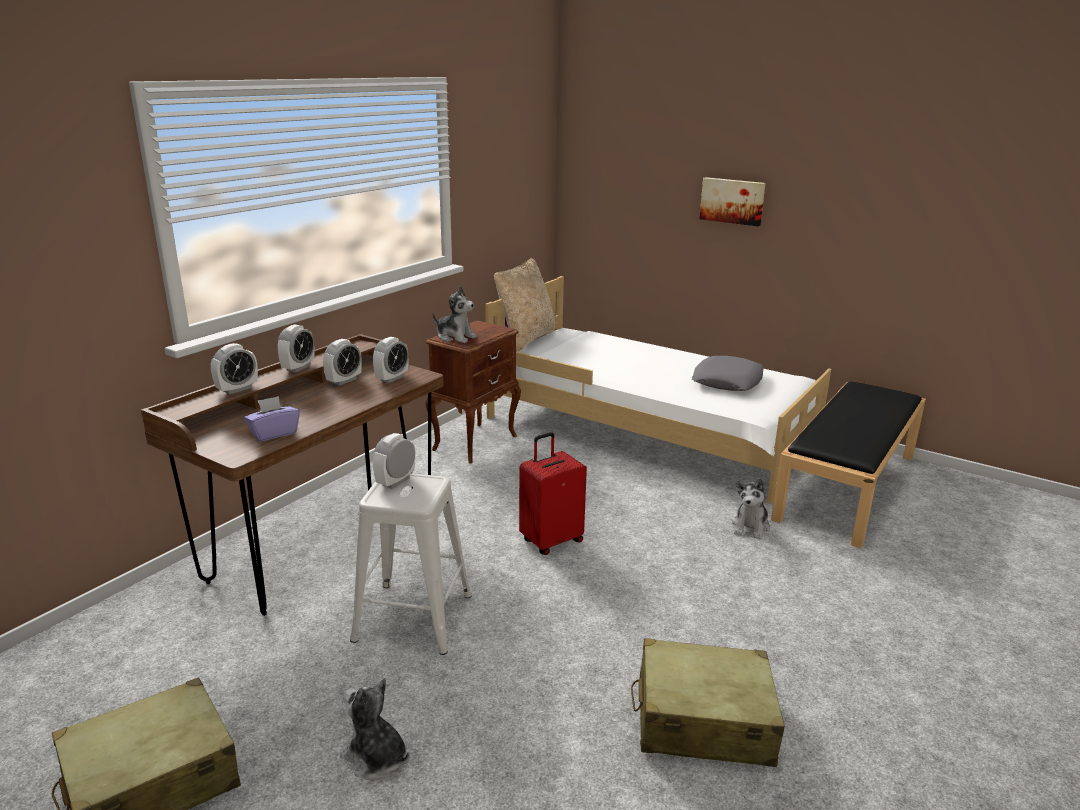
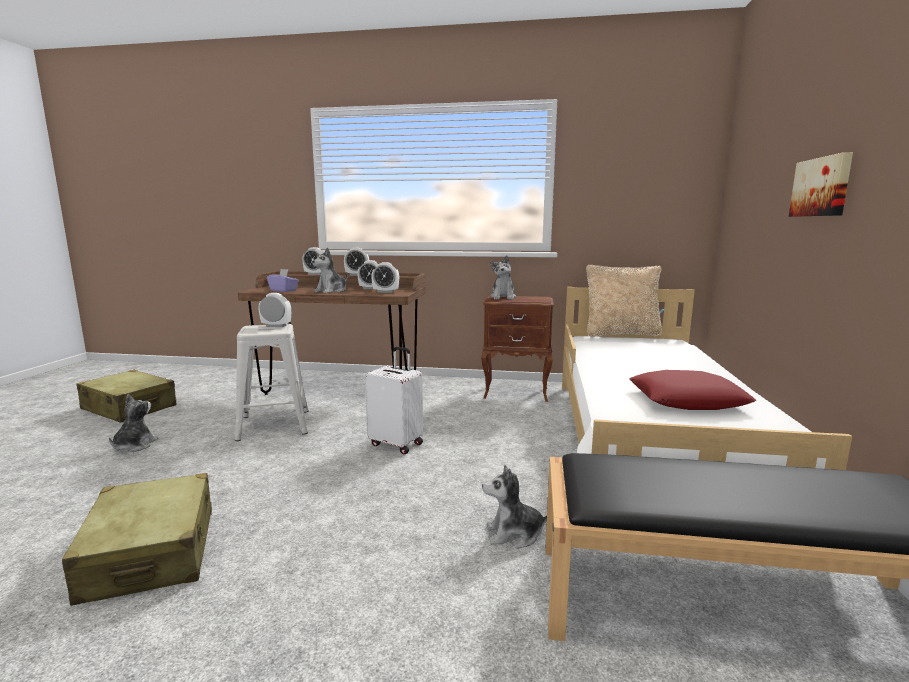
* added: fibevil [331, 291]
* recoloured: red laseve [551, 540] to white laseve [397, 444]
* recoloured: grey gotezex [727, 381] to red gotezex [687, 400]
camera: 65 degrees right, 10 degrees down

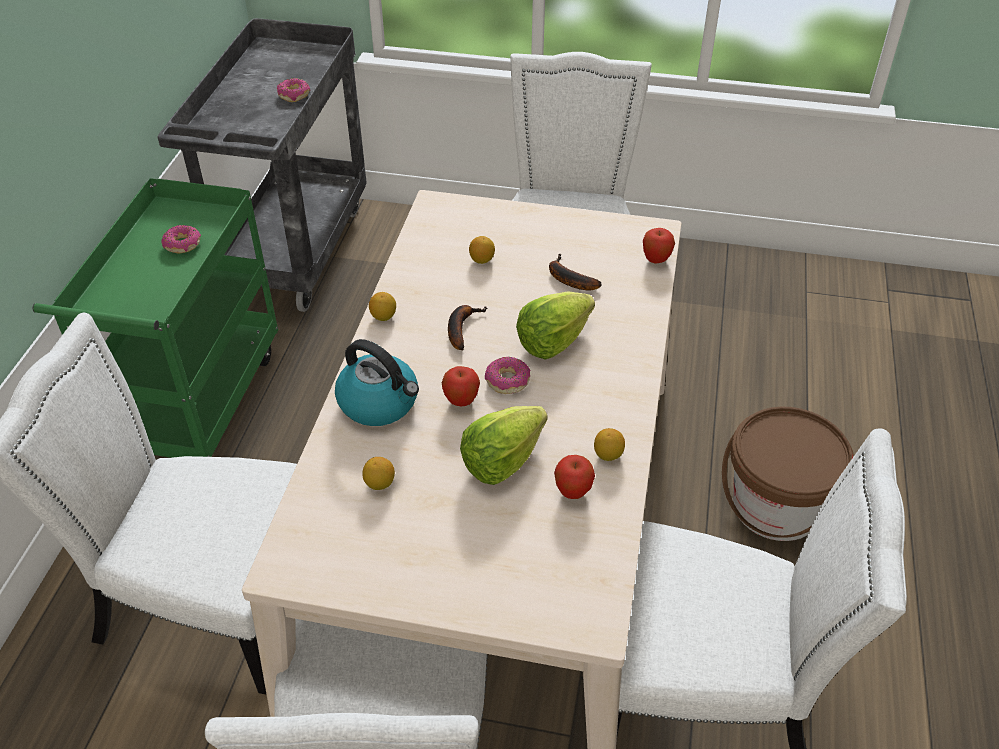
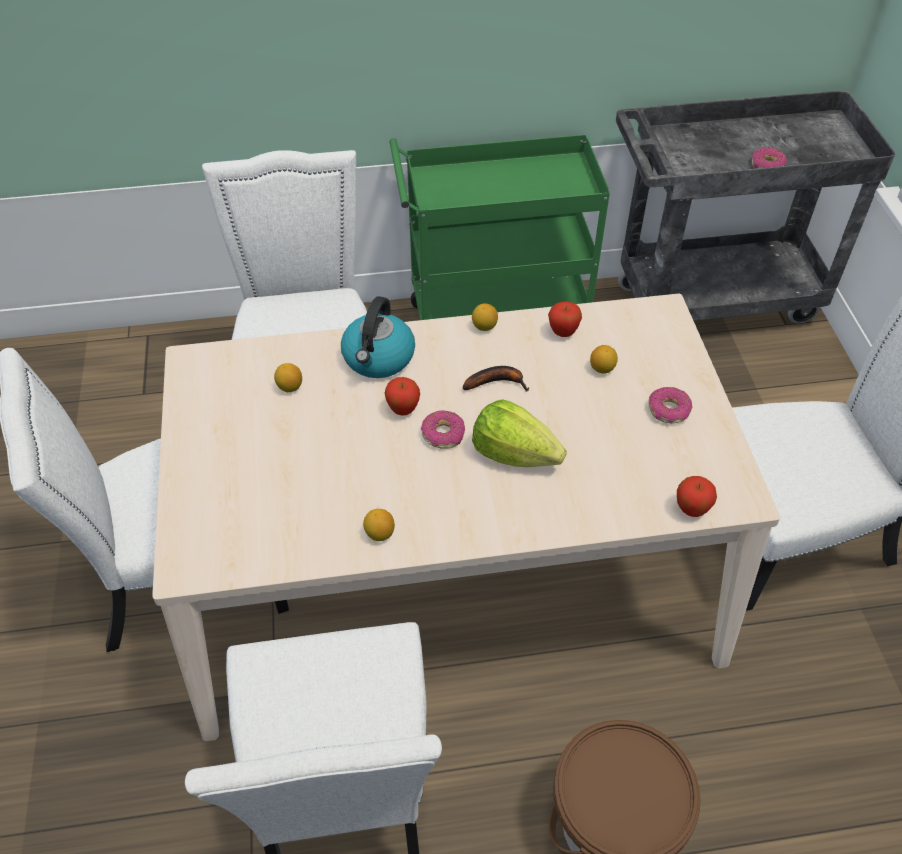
* removed: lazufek [502, 460]
* removed: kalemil [568, 279]
* moved: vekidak [183, 245] to [668, 410]
* moved: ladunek [573, 492] to [563, 333]
camera: 70 degrees right, 5 degrees up

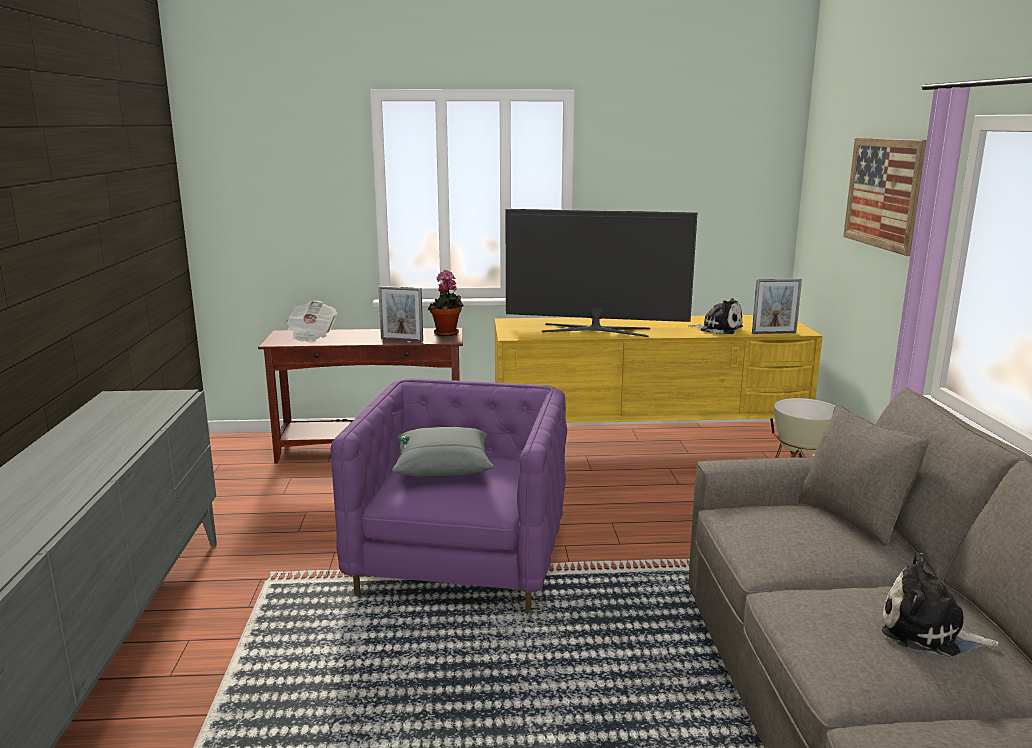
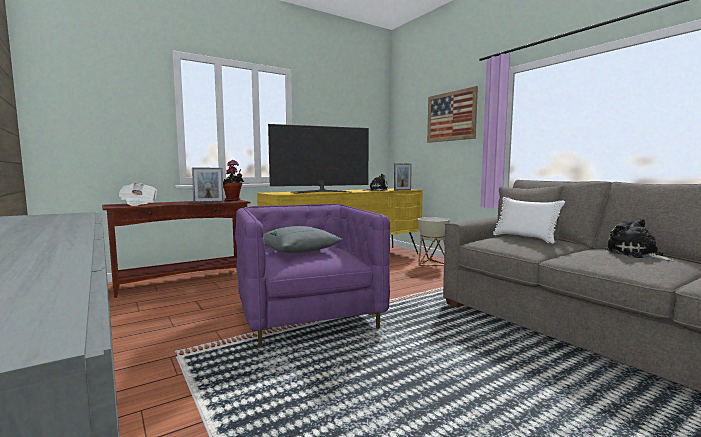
* added: white gotezex [525, 238]
* turned: fibevil [928, 632] = [636, 254] 75 degrees clockwise
camera: 30 degrees left, 10 degrees down

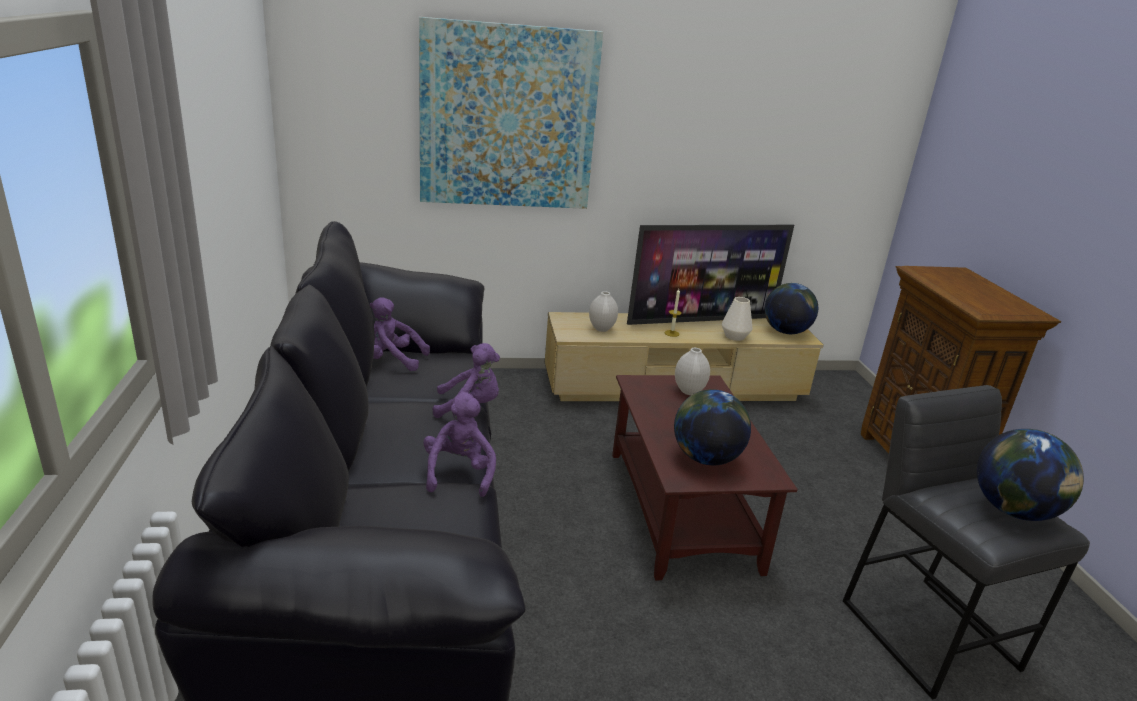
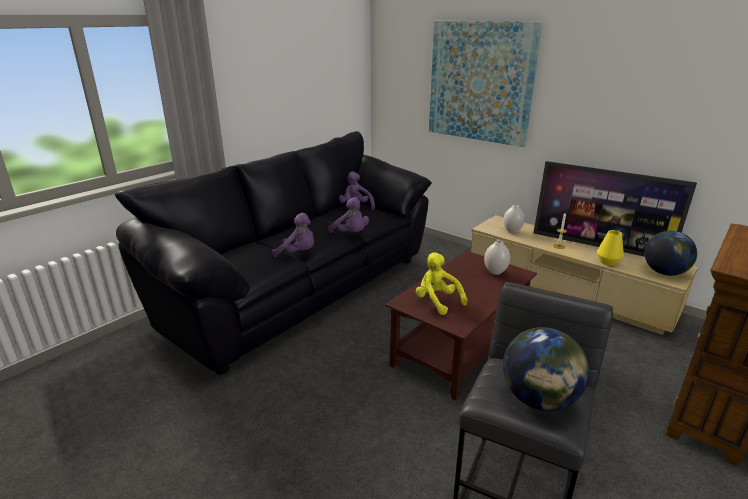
* replaced: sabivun [705, 458] to yellow fibevil [437, 301]
* recoloured: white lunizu [735, 336] to yellow lunizu [608, 262]
* turned: purple fibevil [459, 473] = [298, 253] 60 degrees clockwise
camera: 50 degrees right, 0 degrees up

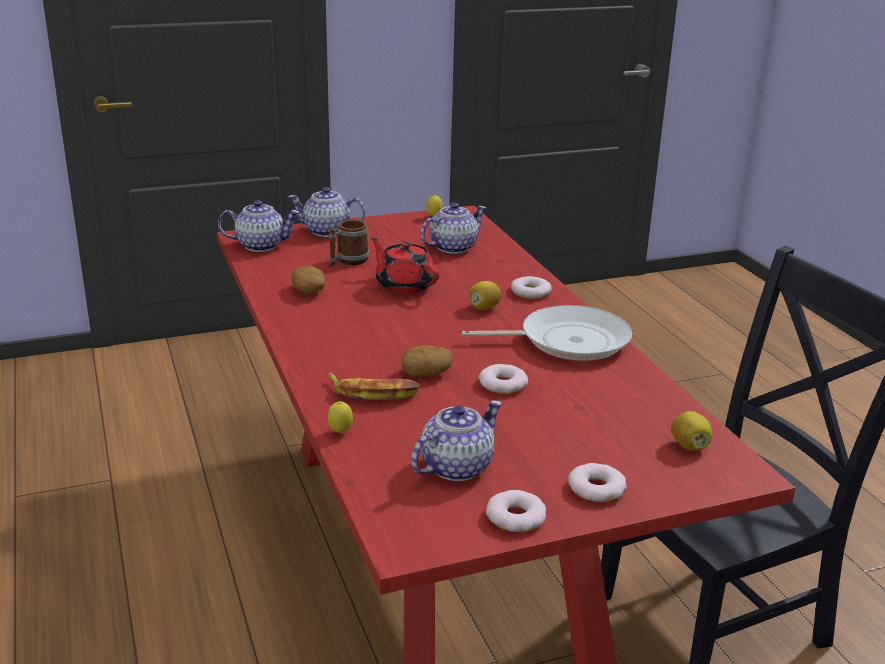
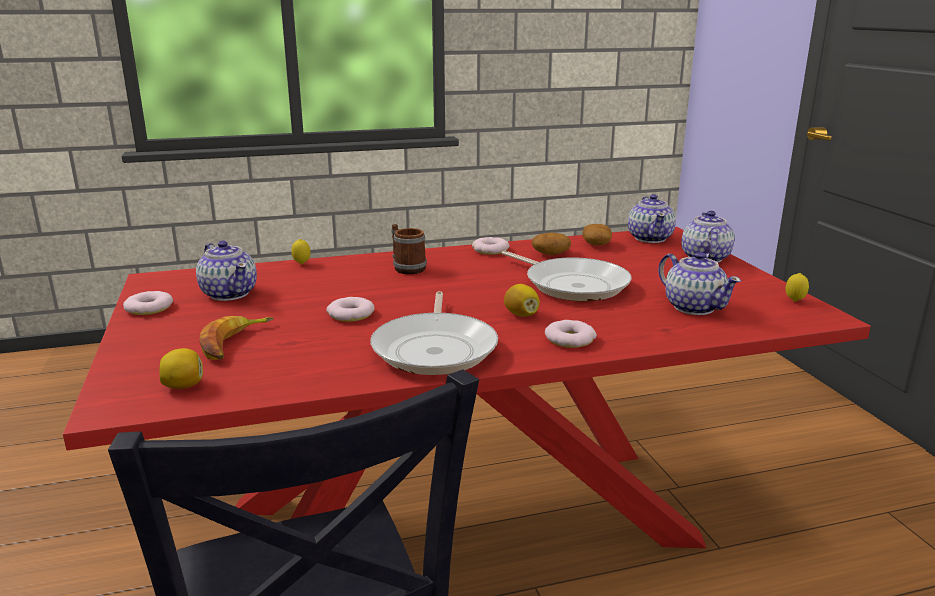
* moved: kalemil [373, 392] to [234, 343]
* moved: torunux [347, 261] to [406, 267]
* moved: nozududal [427, 373] to [596, 245]
* moved: vekidak [596, 488] to [490, 250]
* replaced: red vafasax [404, 285] to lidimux [572, 285]
camera: 95 degrees right, 5 degrees down

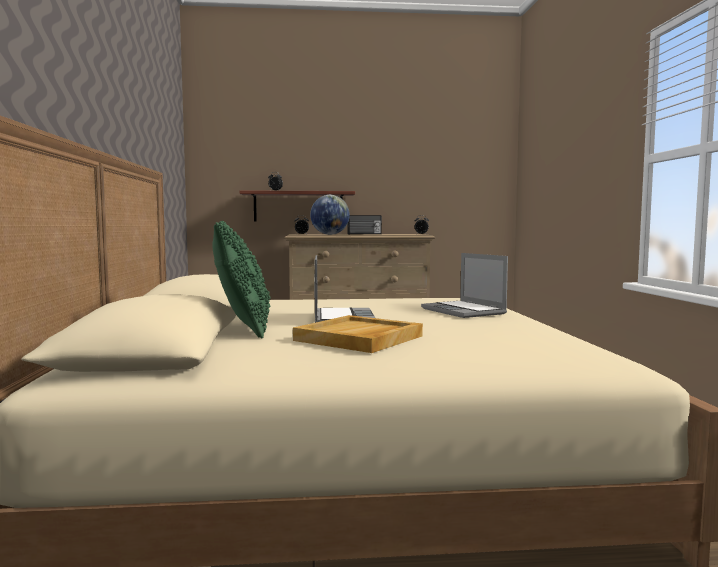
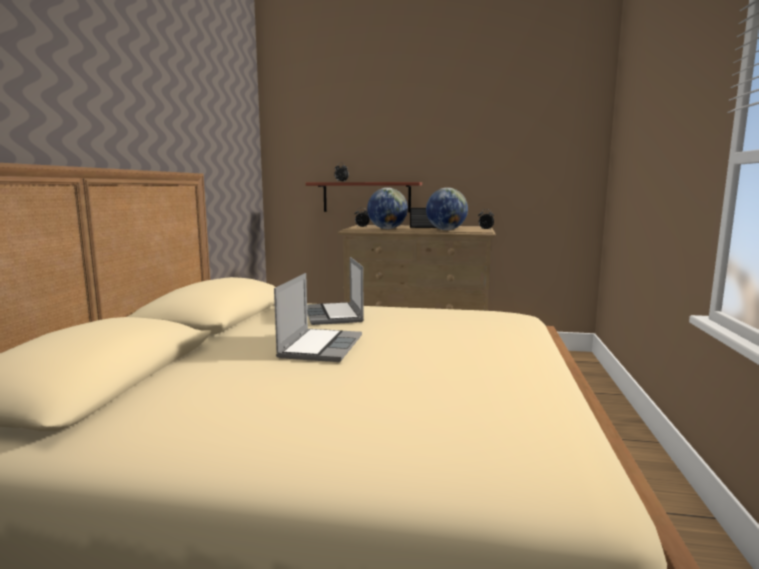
* removed: green gotezex [243, 328]
* removed: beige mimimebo [359, 338]
* added: sabivun [446, 230]
* moved: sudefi [464, 311] to [334, 315]
camera: 15 degrees right, 5 degrees up

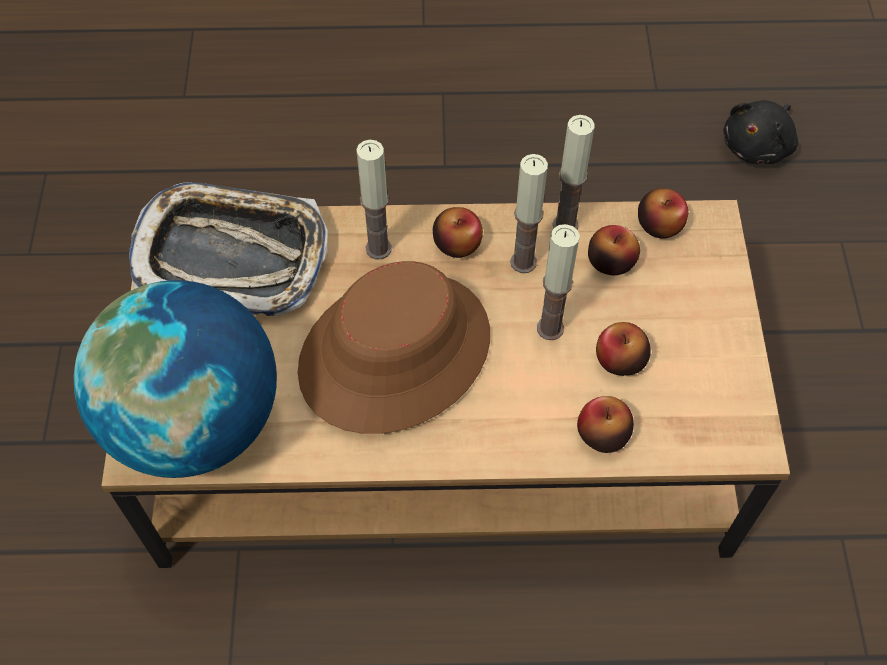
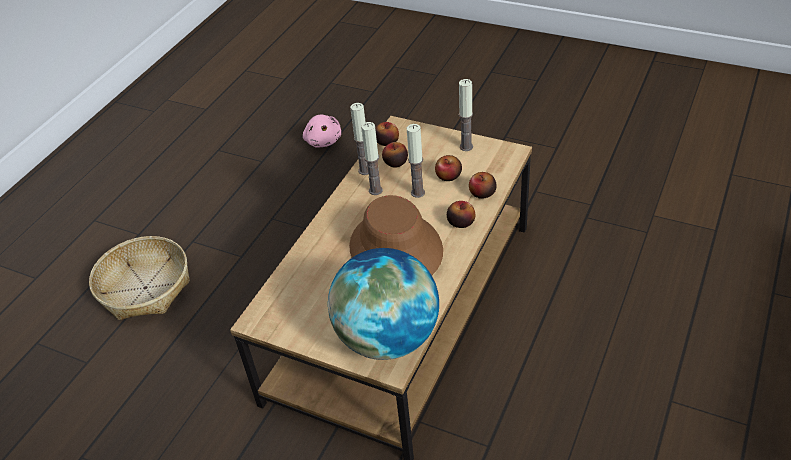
* removed: mimimebo [231, 255]
* added: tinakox [146, 288]
* moved: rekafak [378, 248] to [466, 147]
* moved: ladunek [457, 243] to [461, 222]
* recoloured: black fibevil [758, 146] to pink fibevil [323, 140]
camera: 60 degrees left, 15 degrees down

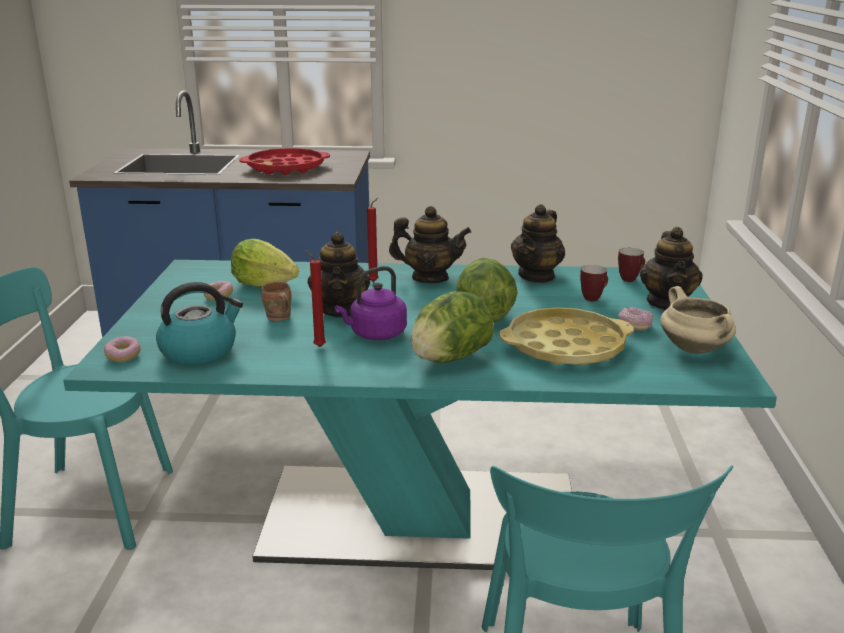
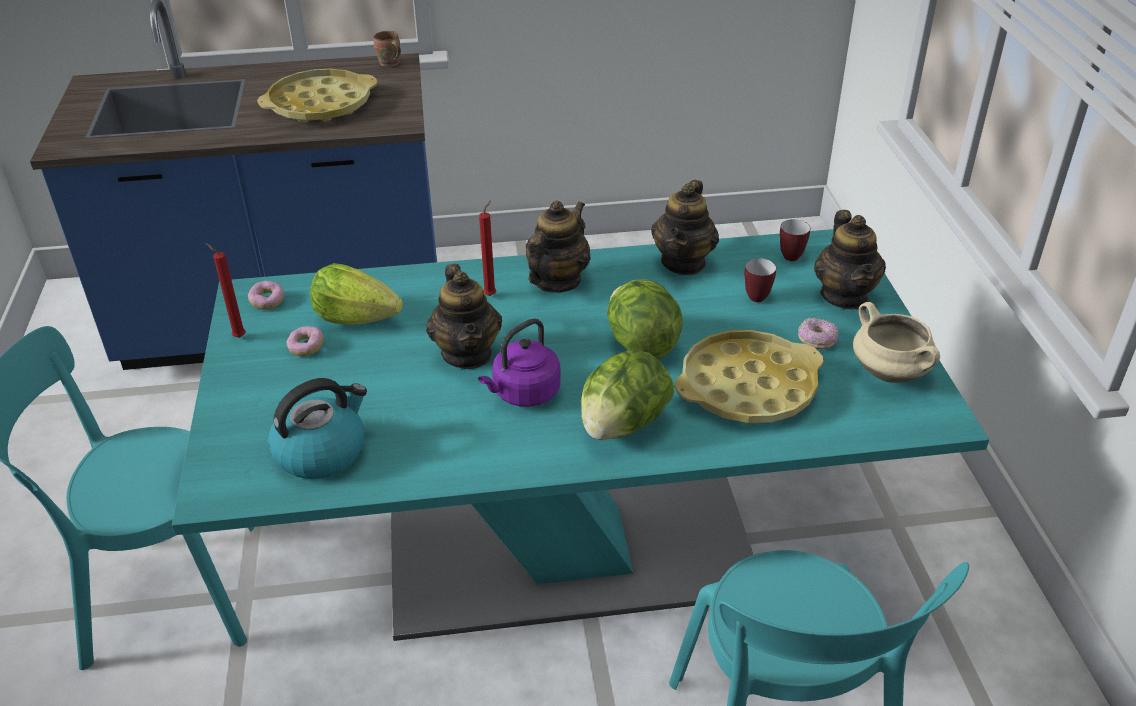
* moved: vekidak [123, 356] to [267, 302]
* moved: brown torunux [278, 318] to [389, 64]
* moved: red rekafak [318, 346] to [237, 336]
* recoloured: red mimimebo [286, 168] to yellow mimimebo [320, 104]
* turned: vafasax [430, 278] = [557, 281] 60 degrees counterclockwise
camera: 10 degrees left, 15 degrees up

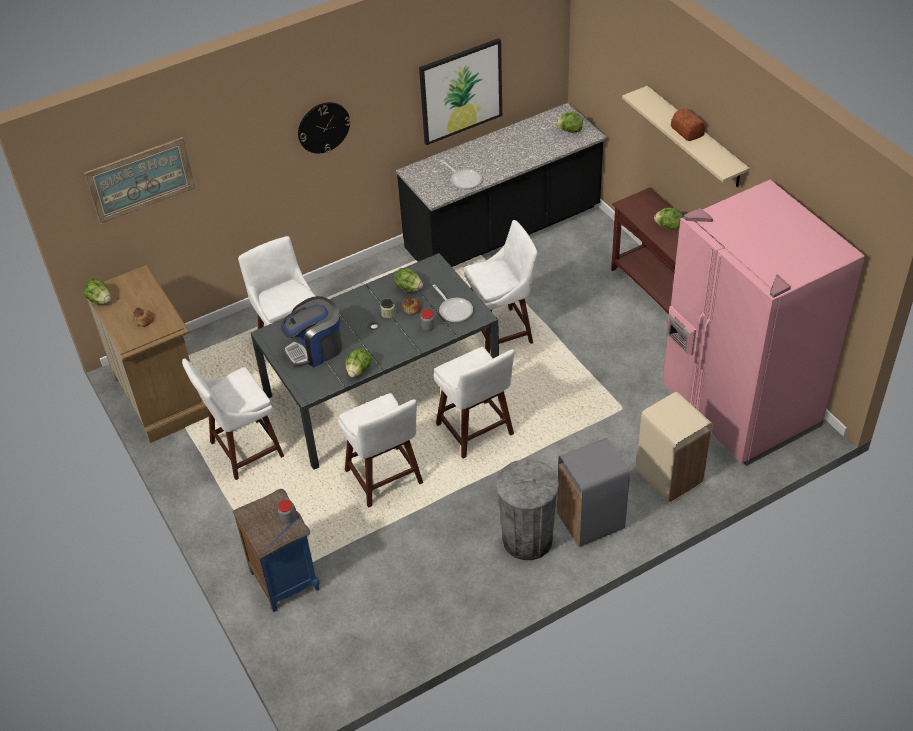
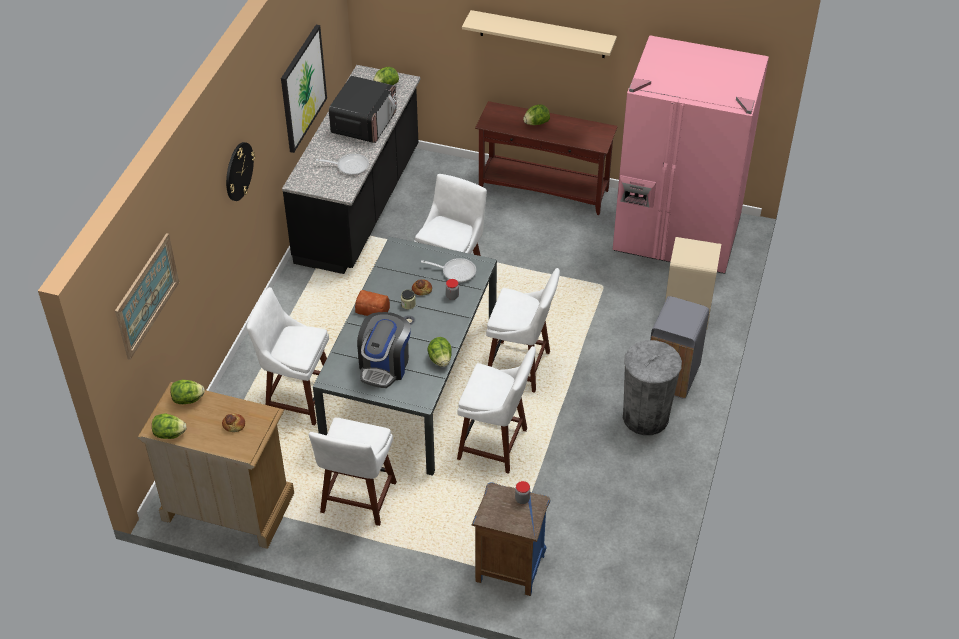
* added: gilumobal [364, 123]
* moved: lazufek [408, 288] to [188, 400]
* moved: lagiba [687, 130] to [372, 309]
camera: 45 degrees left, 0 degrees up

